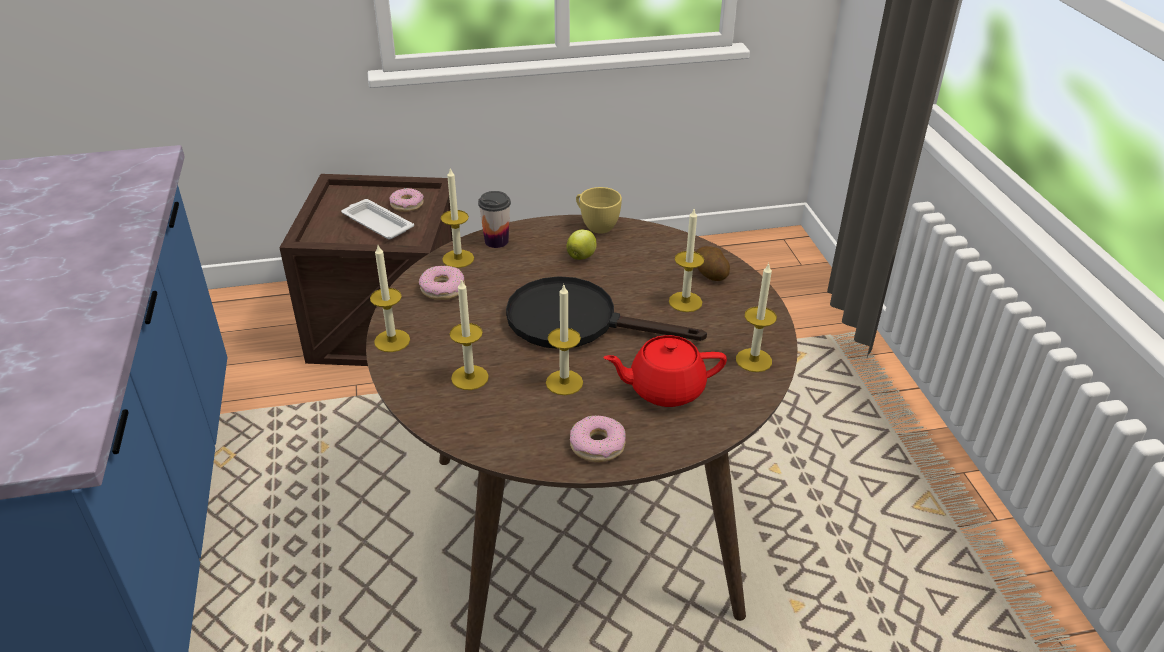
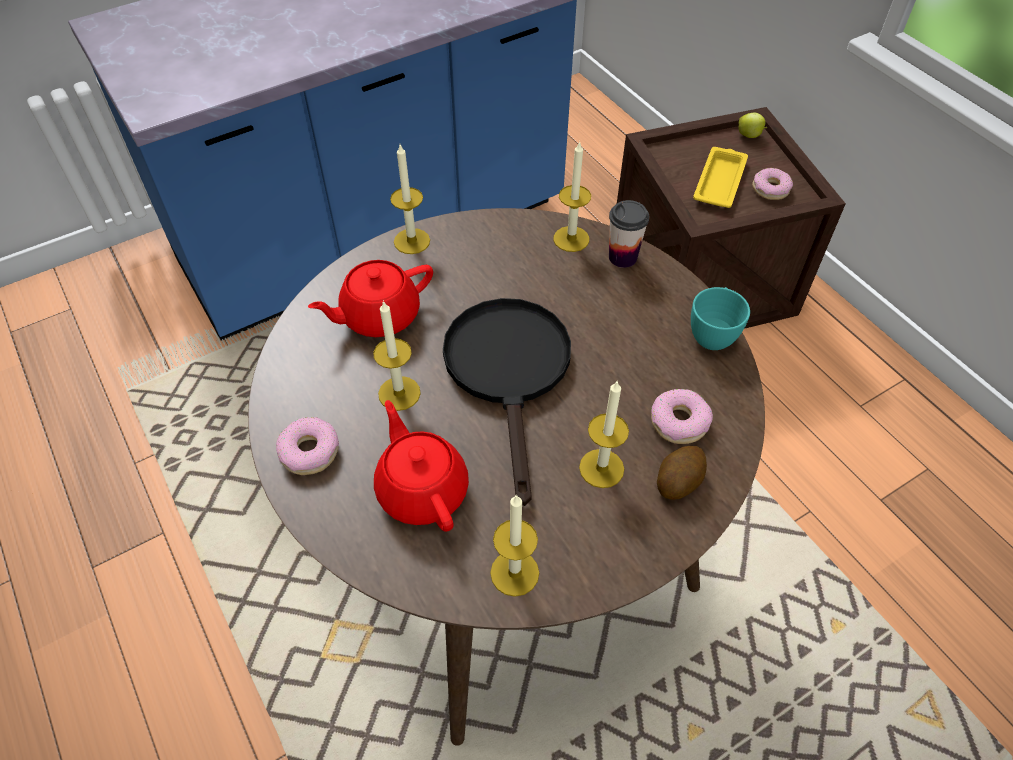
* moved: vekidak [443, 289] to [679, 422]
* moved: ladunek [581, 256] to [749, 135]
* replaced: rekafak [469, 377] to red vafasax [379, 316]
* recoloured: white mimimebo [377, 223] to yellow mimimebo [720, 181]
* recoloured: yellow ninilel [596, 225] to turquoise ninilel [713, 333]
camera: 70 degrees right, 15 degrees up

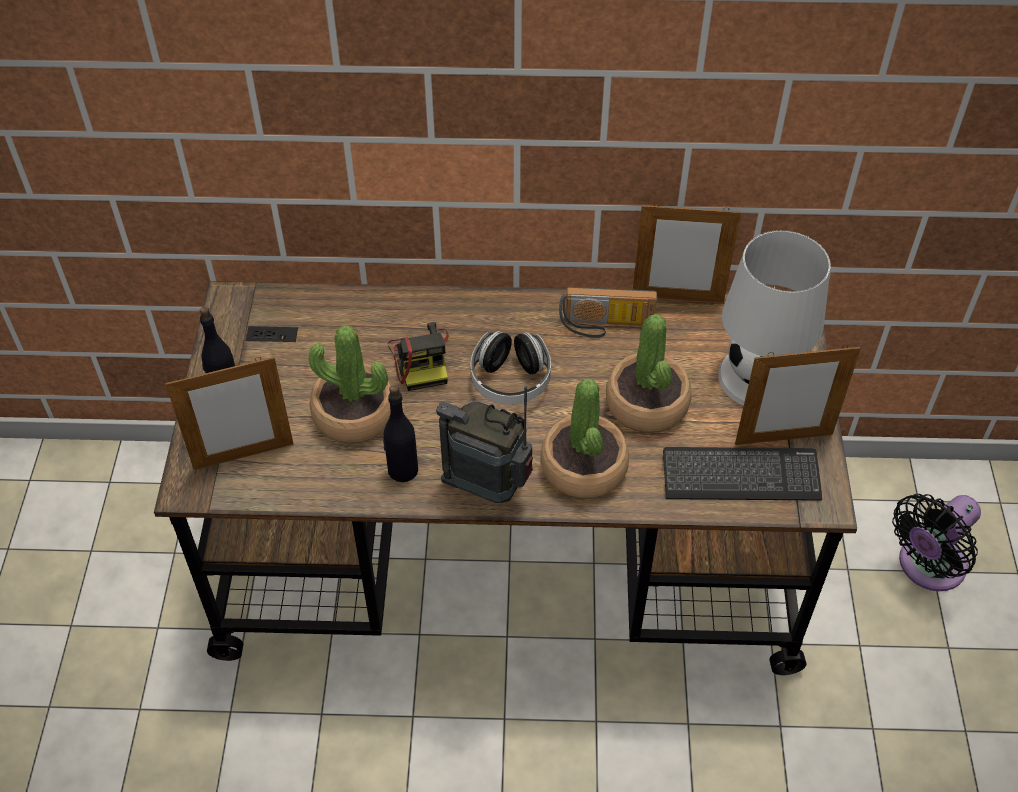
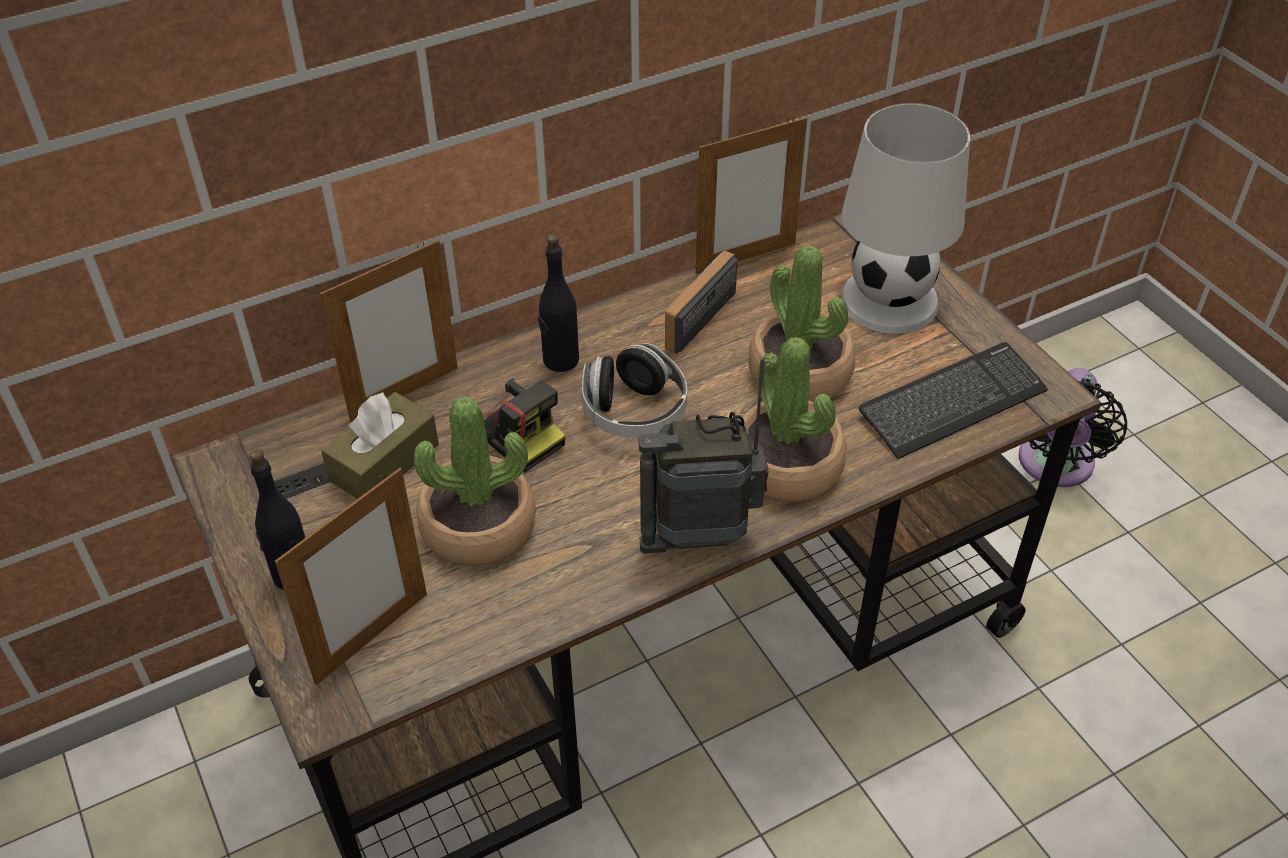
* added: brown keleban [384, 462]
* moved: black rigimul [402, 470] to [560, 360]
* moved: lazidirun [783, 439] to [404, 393]
* turned: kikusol [606, 326] = [693, 314] 150 degrees clockwise
camera: 30 degrees left, 5 degrees down

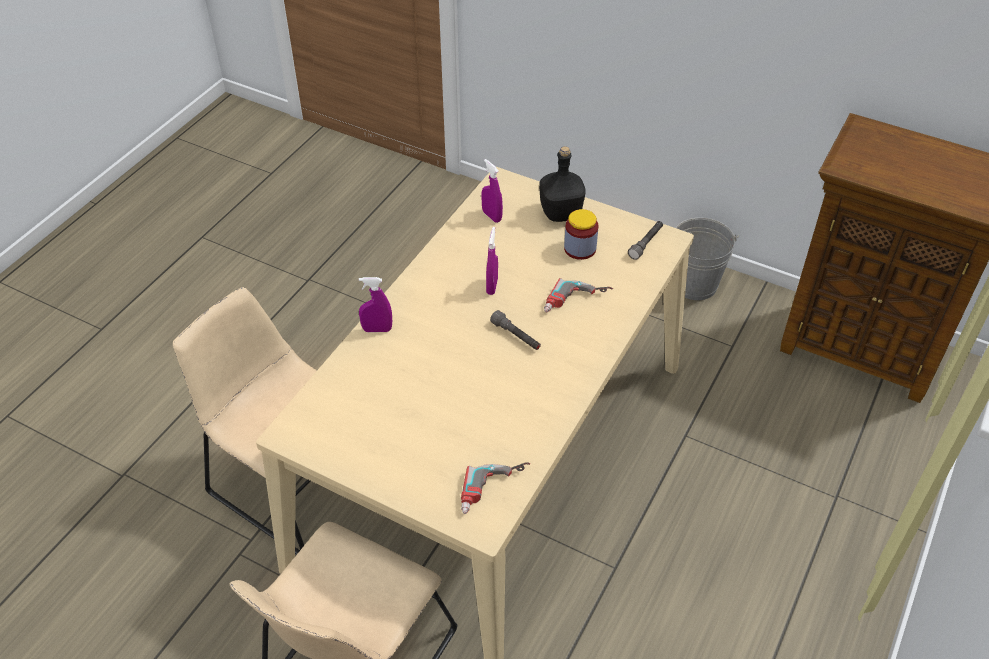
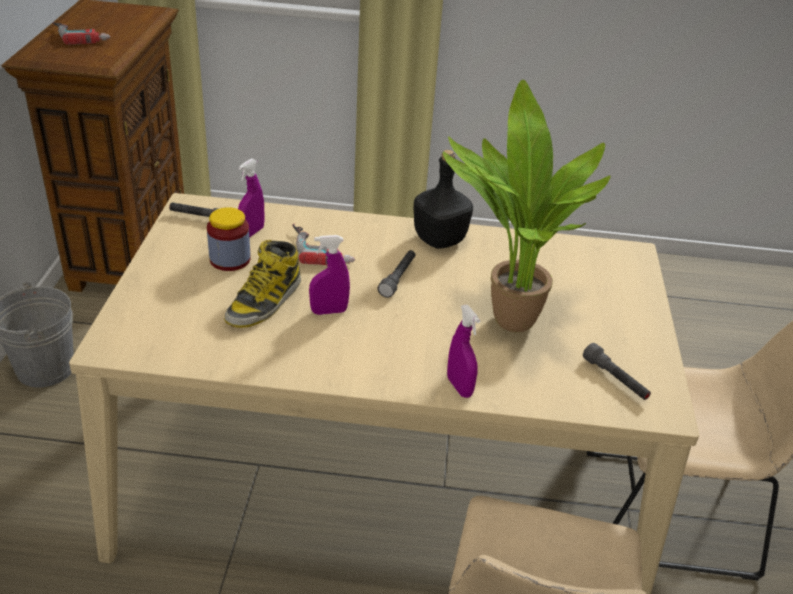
* added: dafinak [264, 302]
* added: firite [506, 321]
* added: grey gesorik [615, 379]
* moved: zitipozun [495, 491] to [82, 35]
* moved: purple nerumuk [491, 216] to [252, 232]
* moved: black rigimul [561, 213] to [440, 239]
camera: 115 degrees left, 10 degrees down

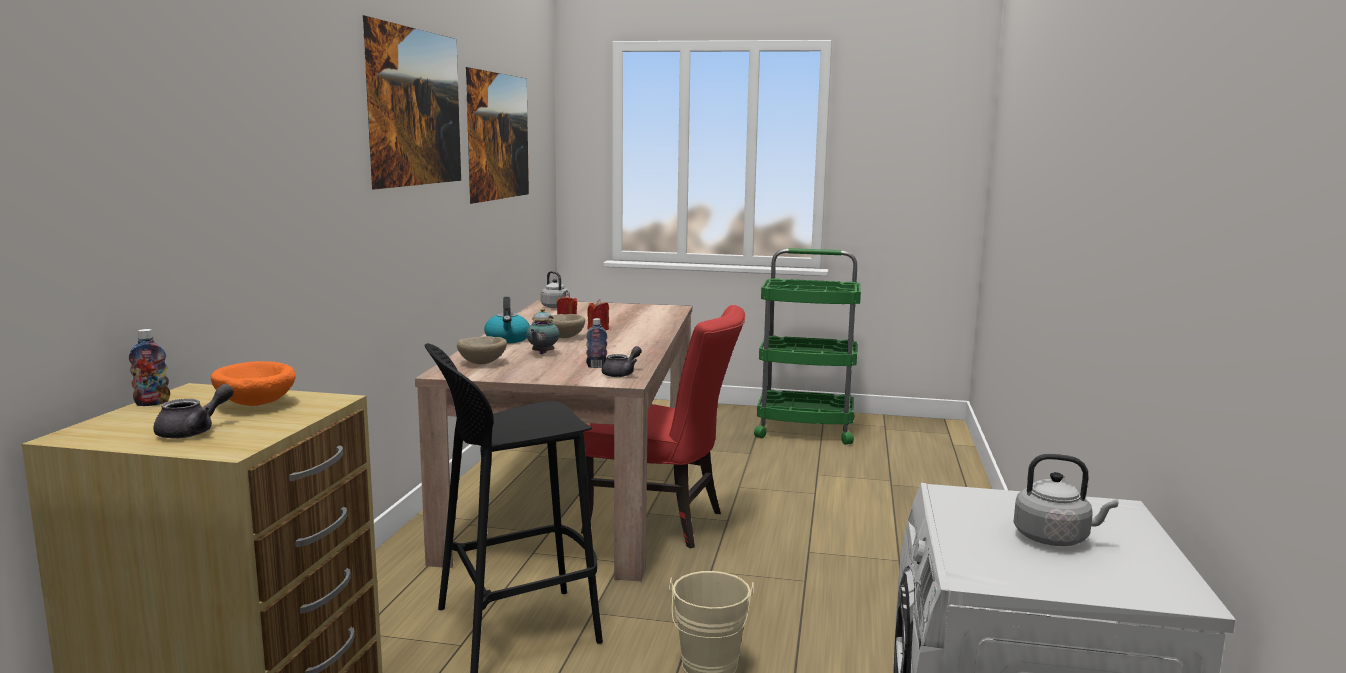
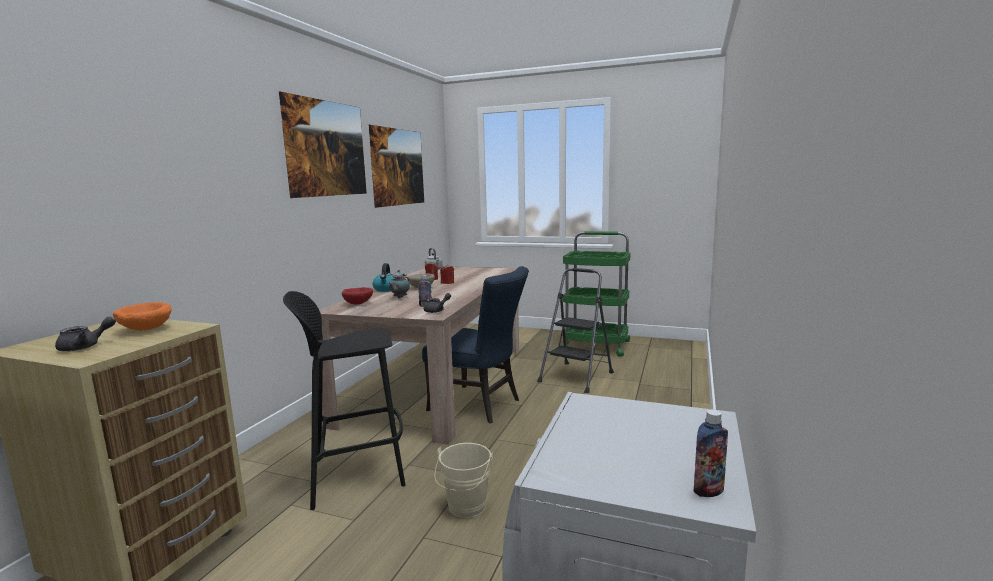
* removed: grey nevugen [1055, 538]
* added: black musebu [577, 376]
* moved: rigimul [152, 403] to [708, 491]
* recoloured: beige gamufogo [483, 363] to red gamufogo [358, 303]
* recoloured: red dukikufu [663, 522] to blue dukikufu [480, 405]
camera: 10 degrees right, 0 degrees up

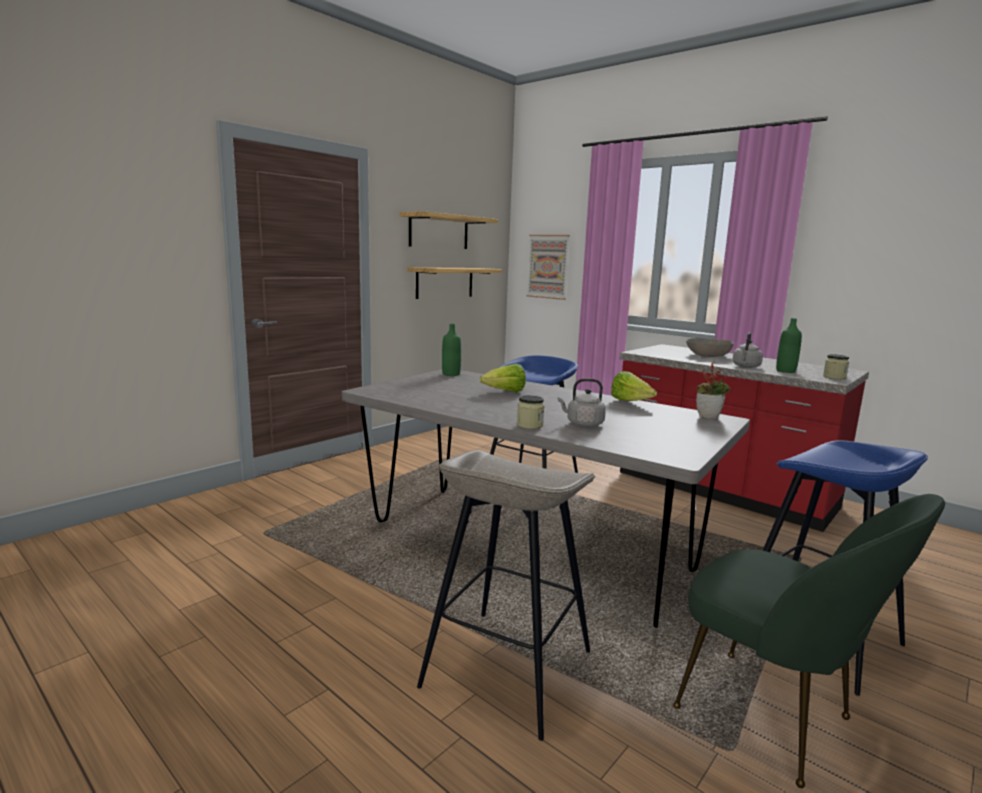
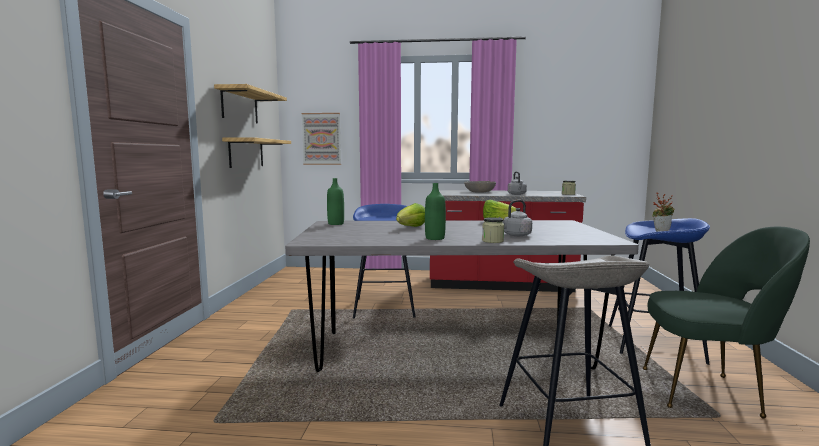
* moved: firite [709, 416] to [661, 232]
* moved: green rigimul [785, 371] to [435, 238]
camera: 35 degrees left, 5 degrees down

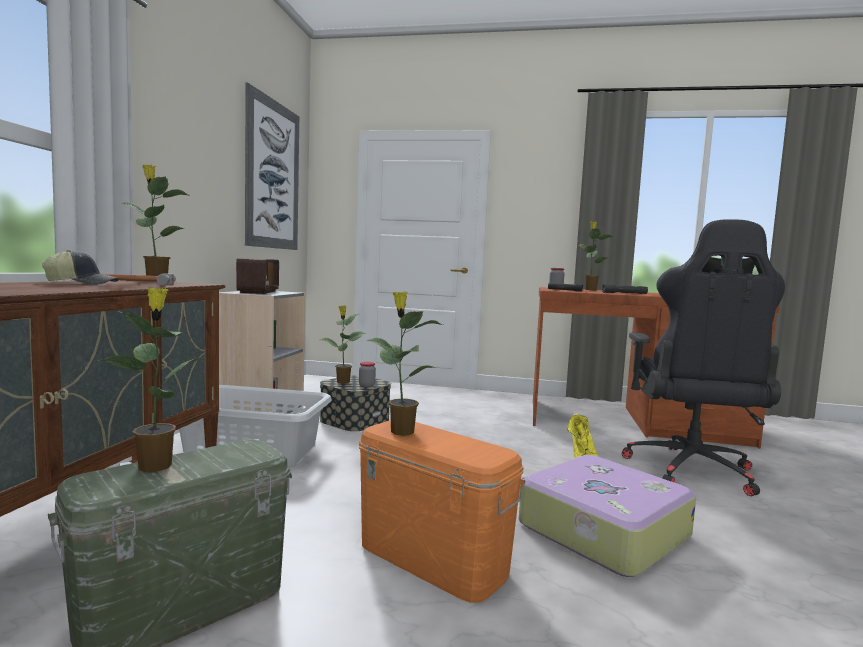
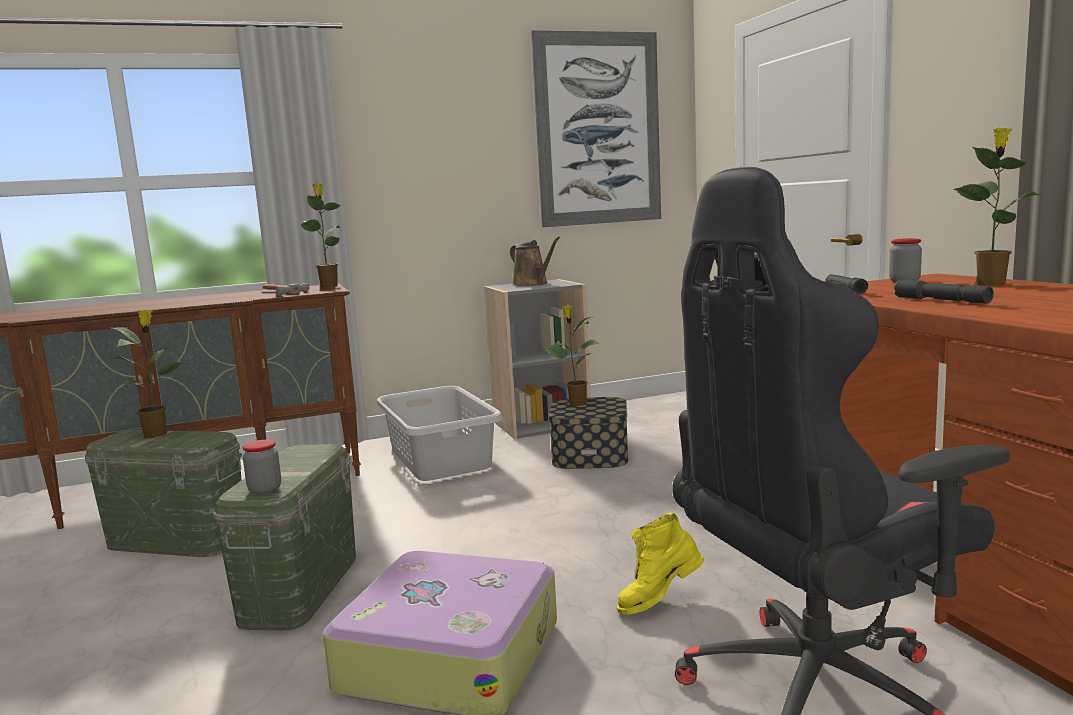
* removed: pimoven [83, 284]
* removed: firite [400, 431]
* moved: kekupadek [366, 386] to [265, 489]
* replaced: kikusol [258, 292] to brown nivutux [532, 284]
* recoloured: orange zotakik [432, 558] to green zotakik [301, 588]
camera: 60 degrees right, 5 degrees up

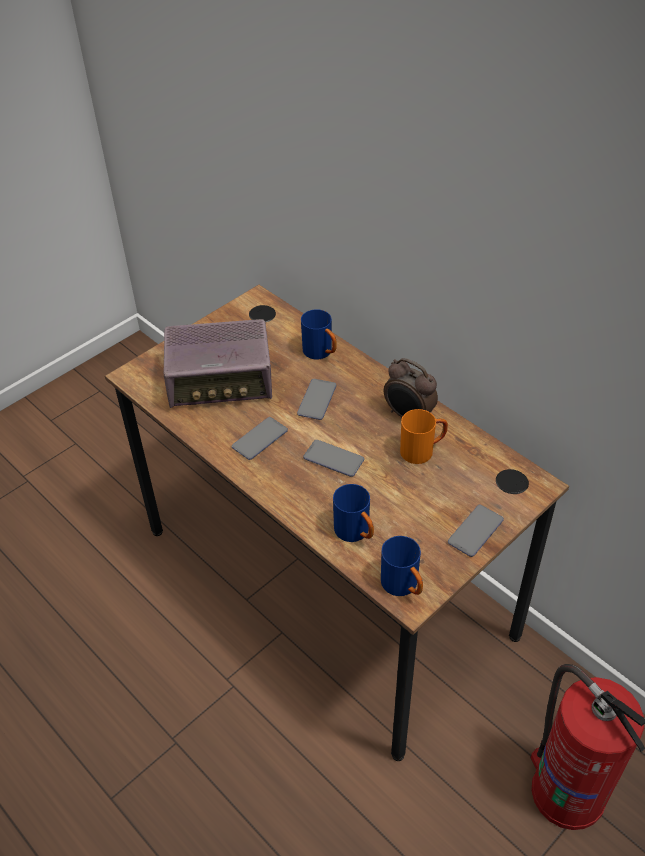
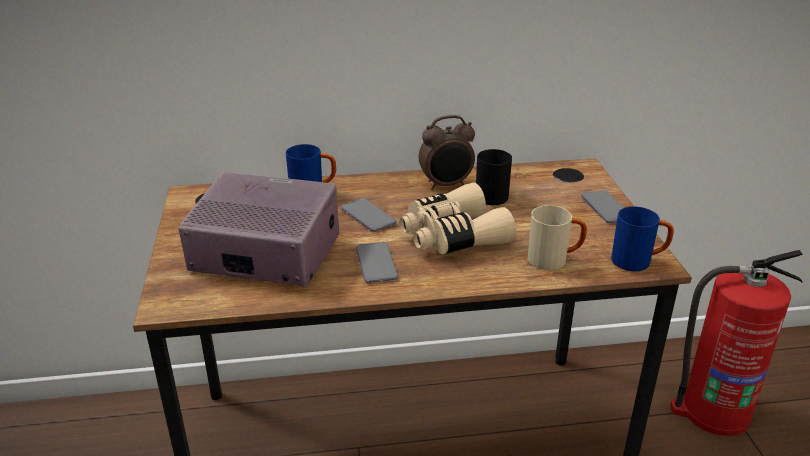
* replaced: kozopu [333, 459] to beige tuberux [452, 236]
* recoloured: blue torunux [356, 533] to beige torunux [554, 260]
* recoloured: orange torunux [422, 450] to black torunux [493, 194]
* turned: kikusol [221, 381] = [265, 254] 105 degrees counterclockwise
camera: 55 degrees left, 15 degrees down

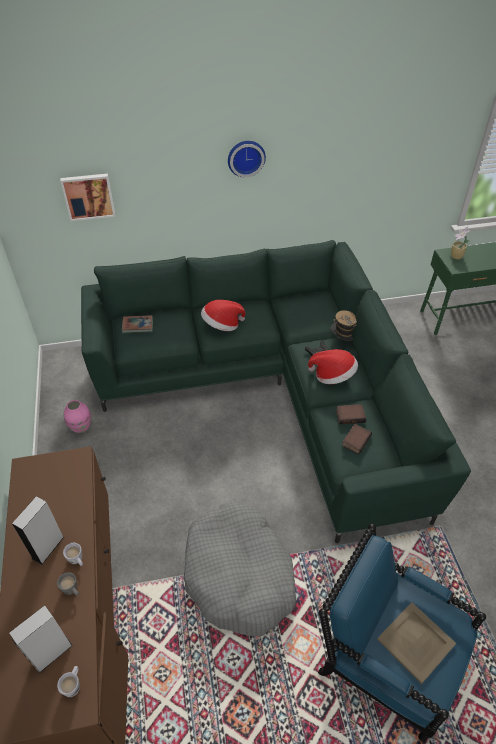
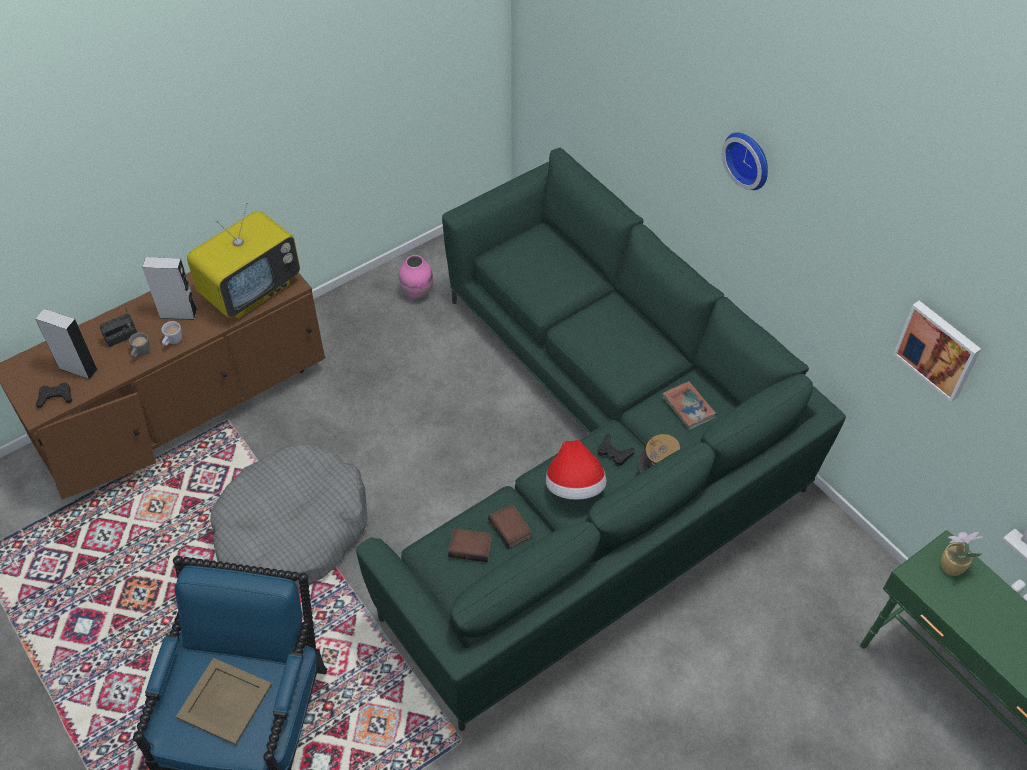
* removed: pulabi [222, 325]
* added: kikusol [121, 337]
* added: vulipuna [251, 290]
* moved: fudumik [88, 196] to [938, 349]
* moved: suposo [138, 326] to [688, 408]
* replaced: white torunux [73, 684] to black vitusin [55, 397]
camera: 65 degrees right, 5 degrees up

